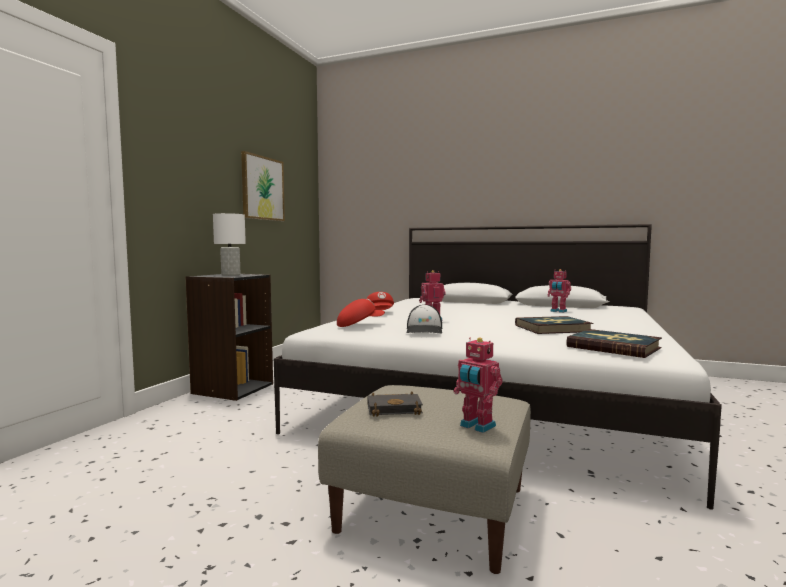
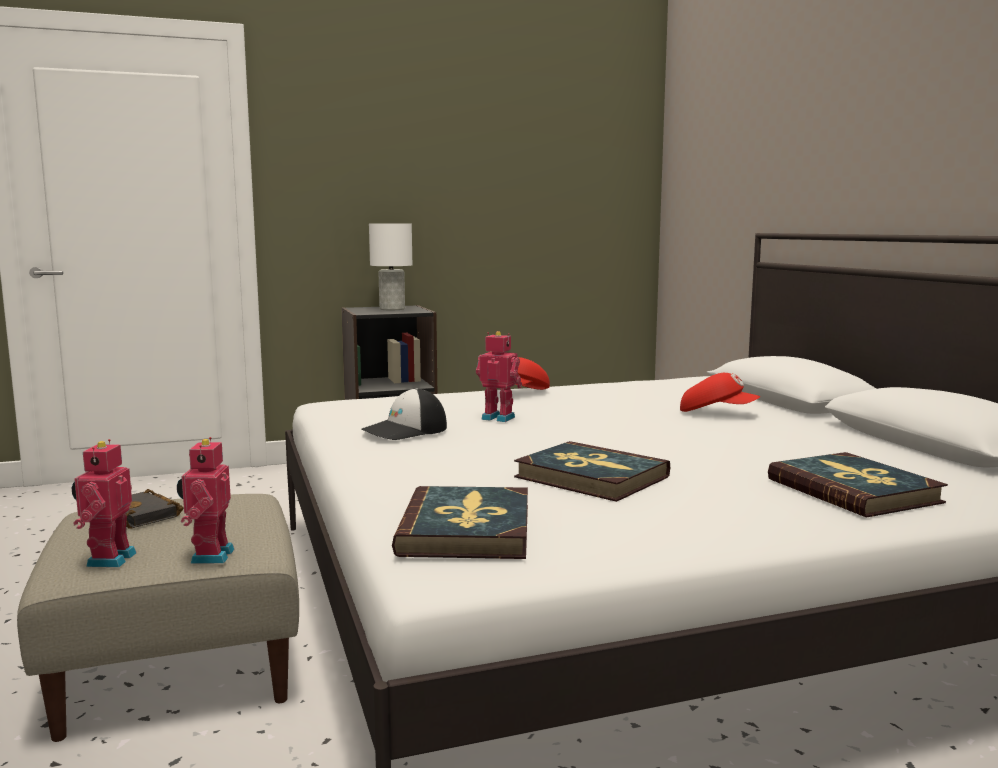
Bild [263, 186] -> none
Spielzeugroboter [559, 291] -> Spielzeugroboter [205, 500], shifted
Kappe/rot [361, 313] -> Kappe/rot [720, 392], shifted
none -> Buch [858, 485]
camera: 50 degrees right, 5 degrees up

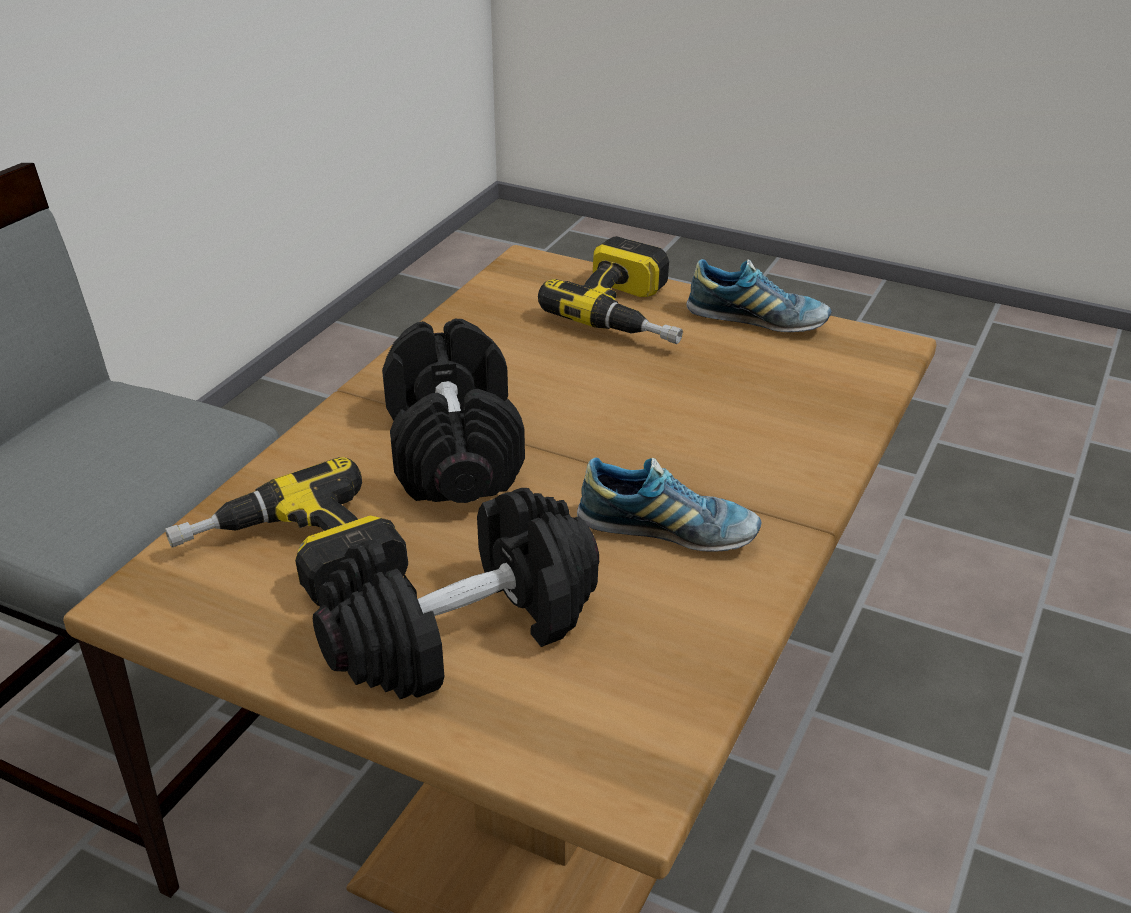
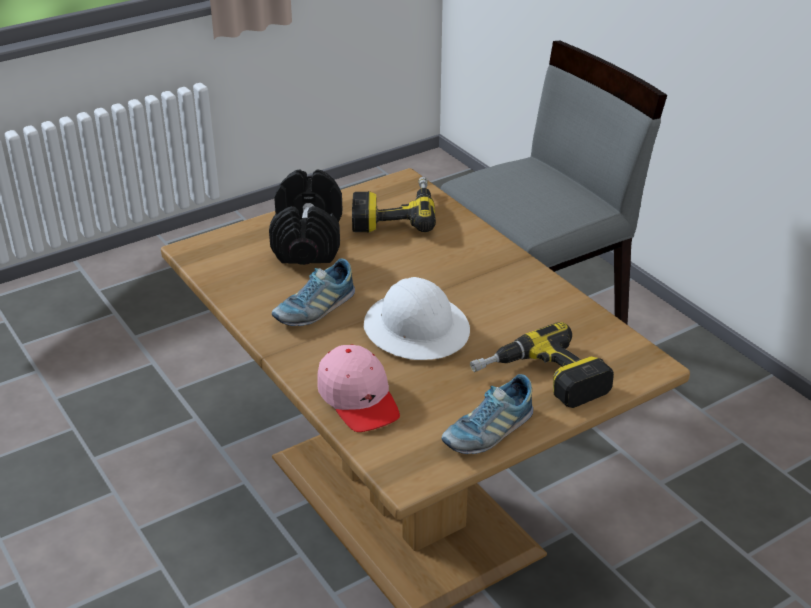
Hantel/schwarz [453, 411] -> none
none -> Schutzhelm/weiß [417, 318]
none -> Kappe/rosa [359, 388]
camera: 120 degrees right, 0 degrees up

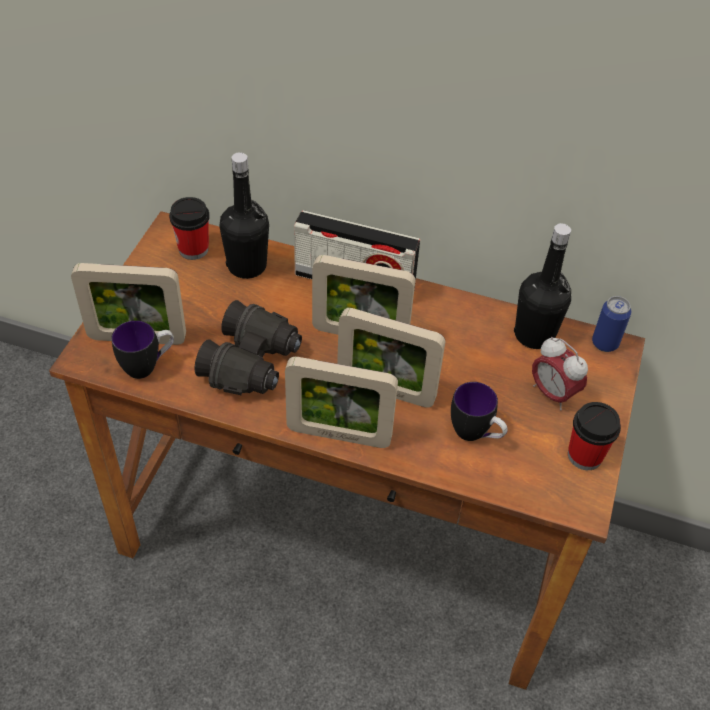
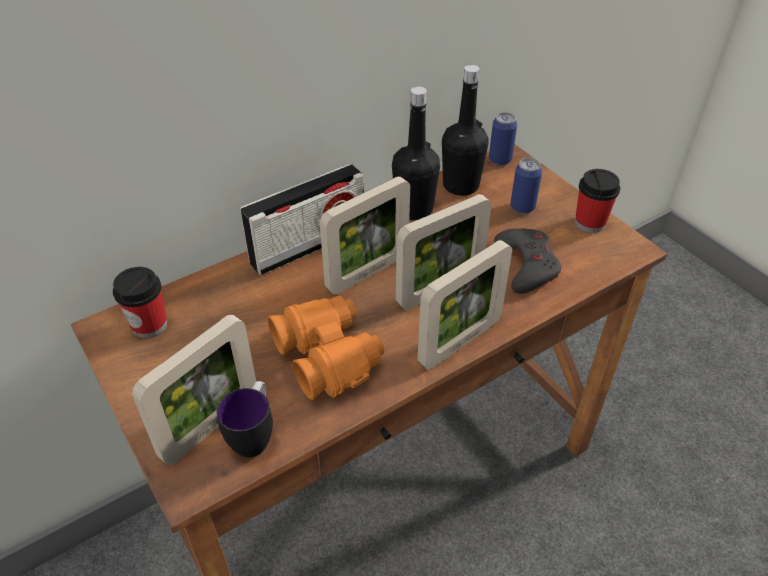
Flasche/schwarz [244, 215] -> Flasche/schwarz [416, 153], shifted
Fernglas/schwarz [248, 347] -> Fernglas/orange [326, 348]
Wecker [560, 373] -> Dose [526, 186]
Henkelbecher [479, 411] -> Gamepad/grau [527, 261]
camera: 50 degrees left, 5 degrees down

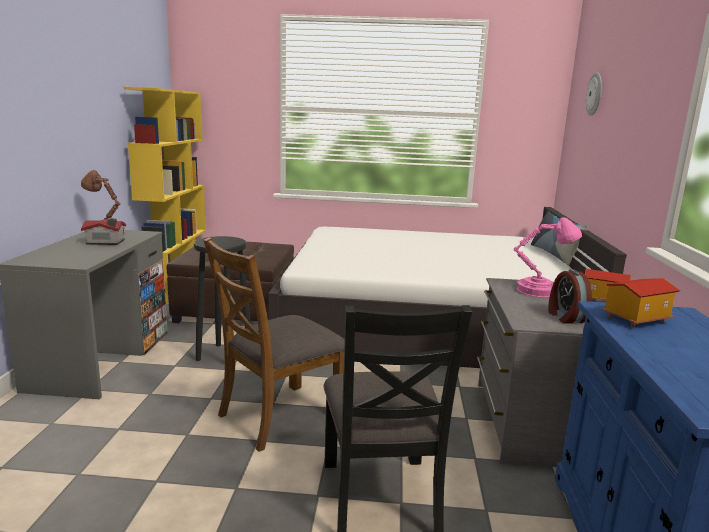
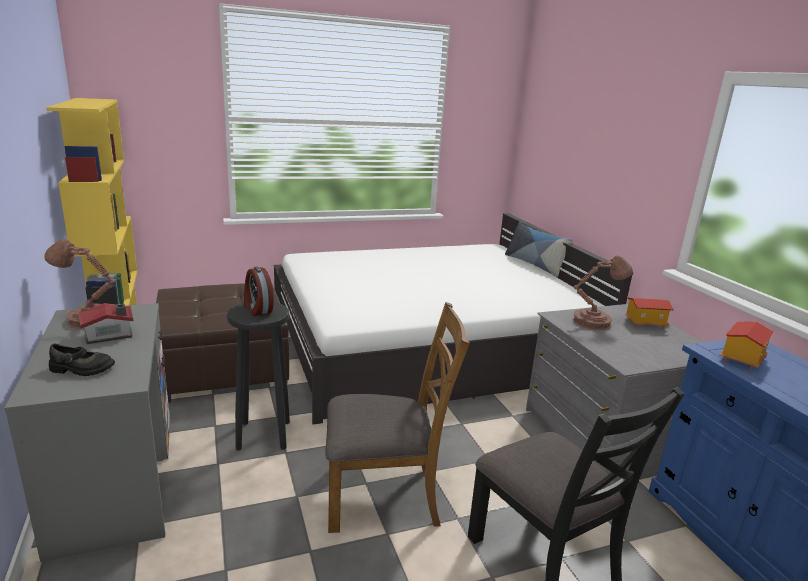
Wanduhr [594, 94] -> none
Tischlampe/rosa [548, 257] -> Tischlampe/braun [603, 292]
Stuhl/braun [274, 344] -> Stuhl/braun [397, 417], 120 degrees counterclockwise
Wecker [570, 296] -> Wecker [259, 291], shifted
none -> Schuh/schwarz [82, 360]
camera: 25 degrees left, 5 degrees up

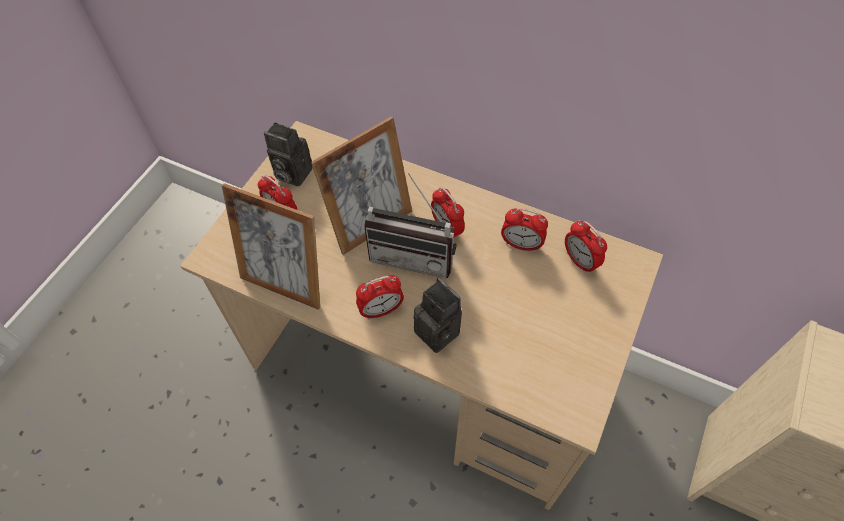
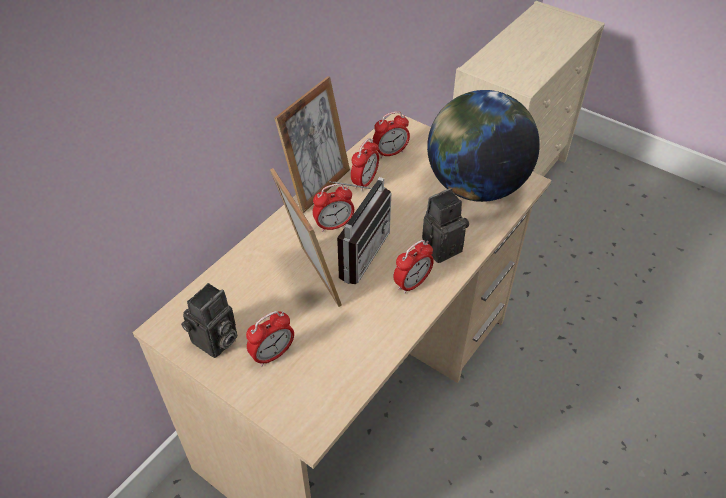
Bilderrahmen [271, 246] -> Bilderrahmen [312, 144], shifted
Wecker [380, 297] -> Wecker [414, 267], 60 degrees clockwise
none -> Globus [483, 146]
camera: 80 degrees left, 10 degrees down

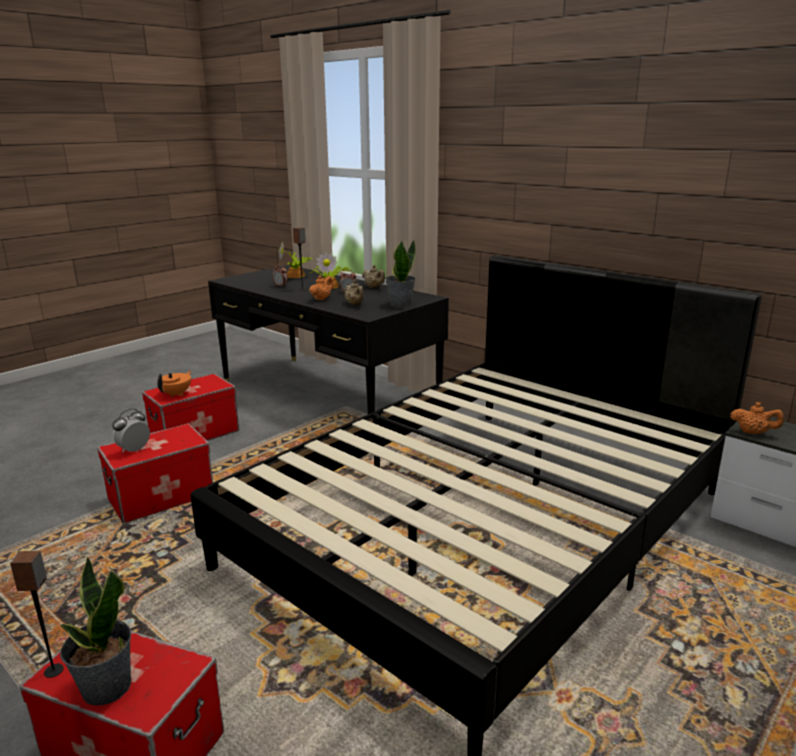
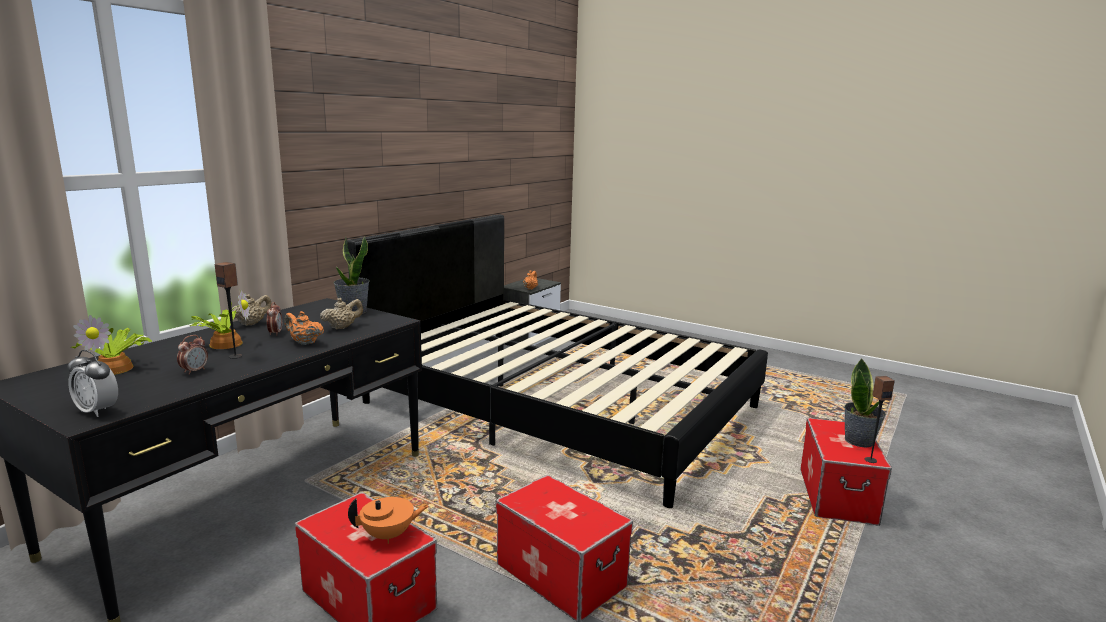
Teekanne/orange [174, 384] -> Teekanne/orange [388, 520], 150 degrees clockwise
Wecker [131, 430] -> Wecker [92, 383], shifted
camera: 100 degrees left, 5 degrees down

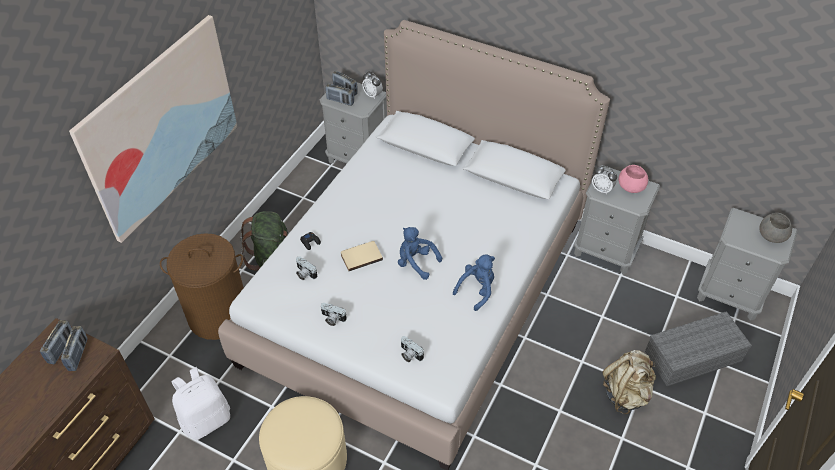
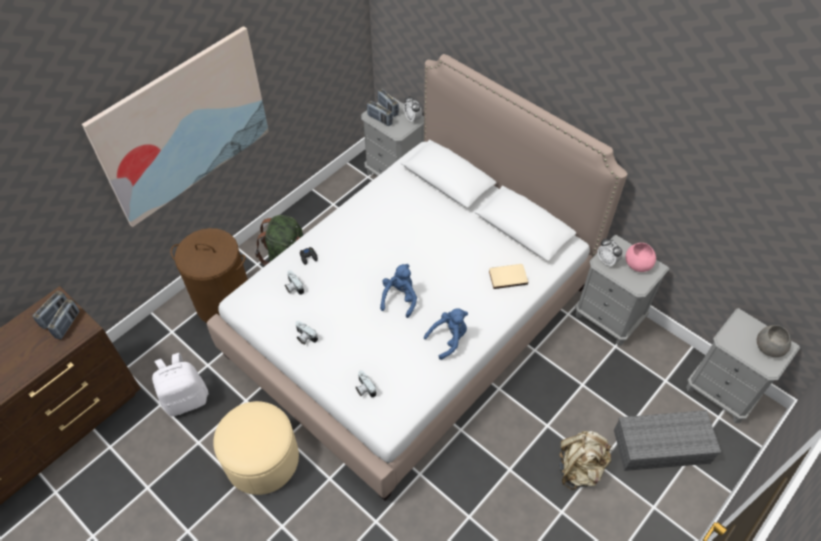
Plüschtier/blau [420, 253] -> Plüschtier/blau [398, 291], 60 degrees clockwise
Buch/beige [362, 256] -> Buch/beige [508, 276], shifted
camera: 15 degrees right, 5 degrees up

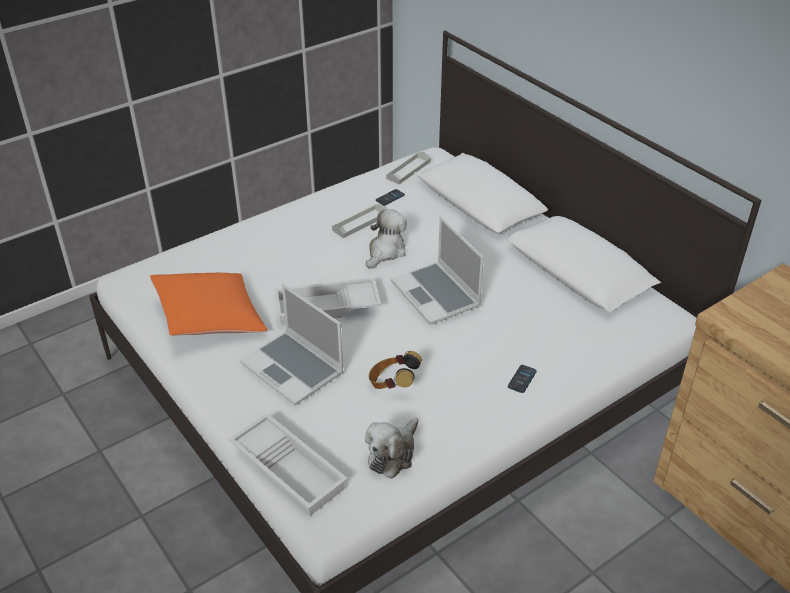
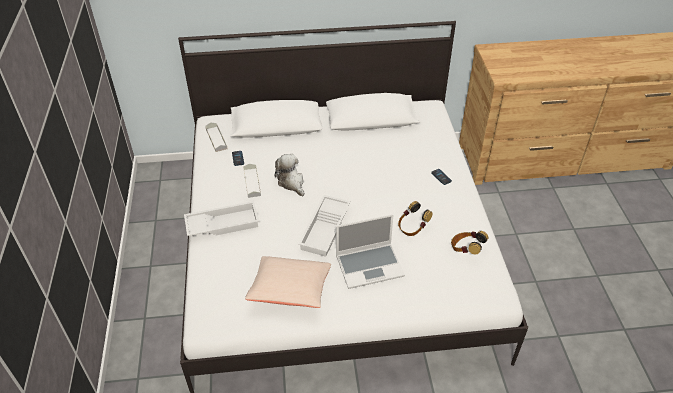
Laptop [437, 270] -> none
Kissen/orange [208, 304] -> Kissen/beige [288, 282]
Tablett/weiß [288, 464] -> Tablett/weiß [221, 218], shifted
Plüschtier [392, 448] -> Kopfhörer [470, 242]
camera: 60 degrees left, 5 degrees up

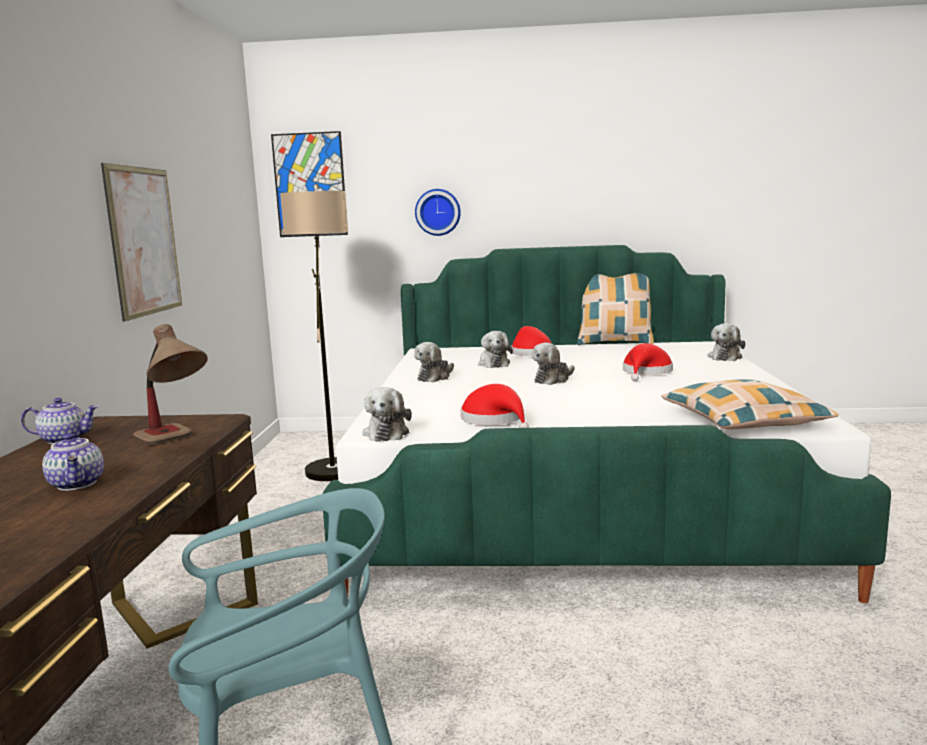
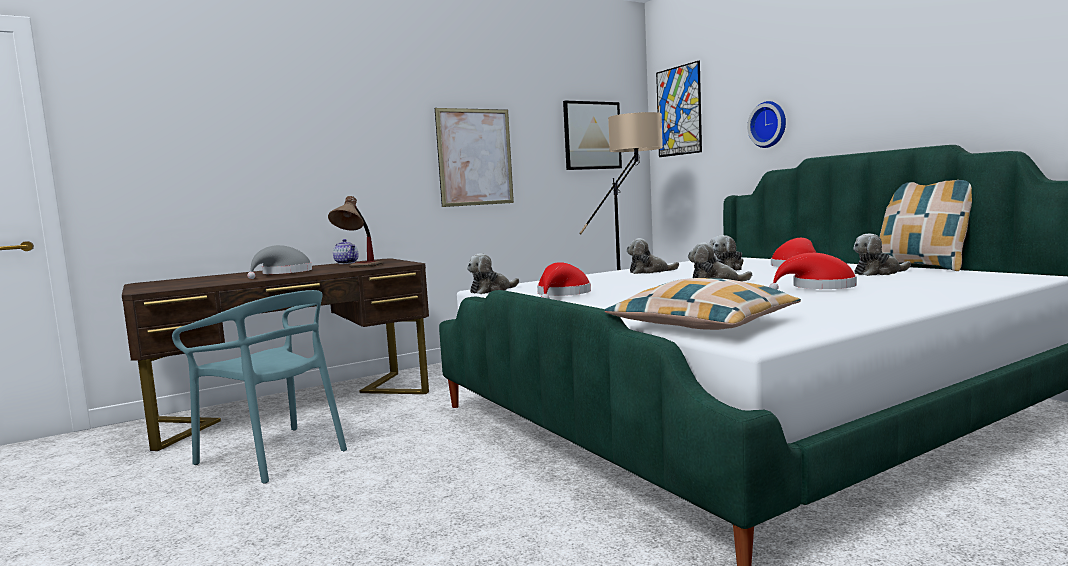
Plüschtier [727, 342] -> Plüschtier [882, 255], shifted
Teekanne [73, 462] -> Hut/grau [279, 262]
none -> Bild [592, 135]
camera: 55 degrees right, 5 degrees down

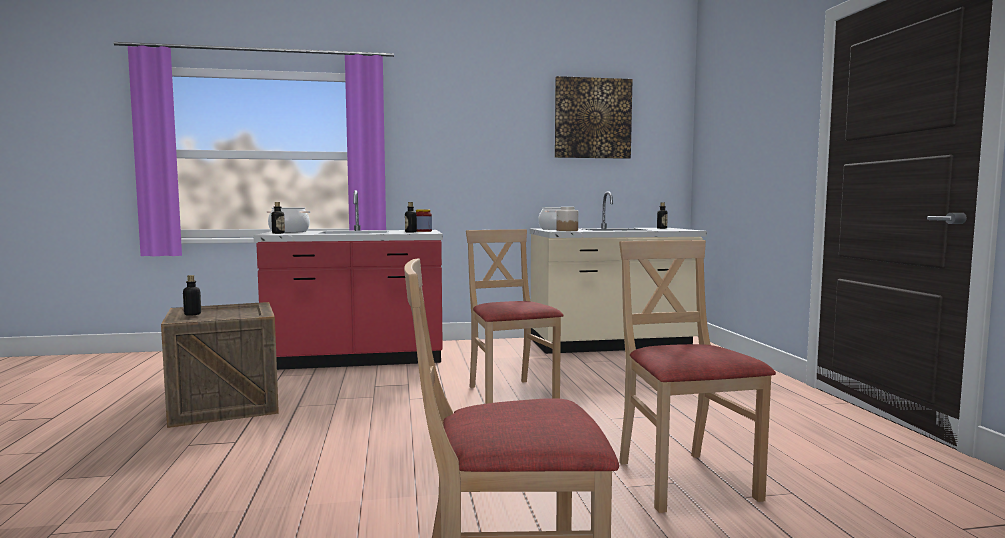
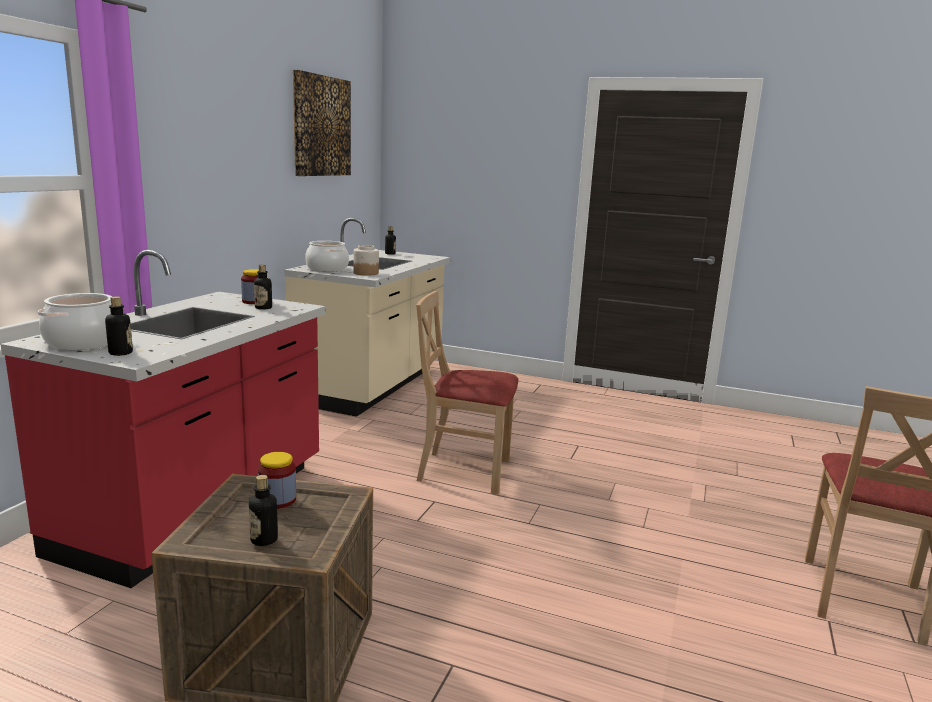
Stuhl/beige [697, 376] -> none
none -> Vorratsglas [277, 480]
camera: 60 degrees left, 10 degrees up

